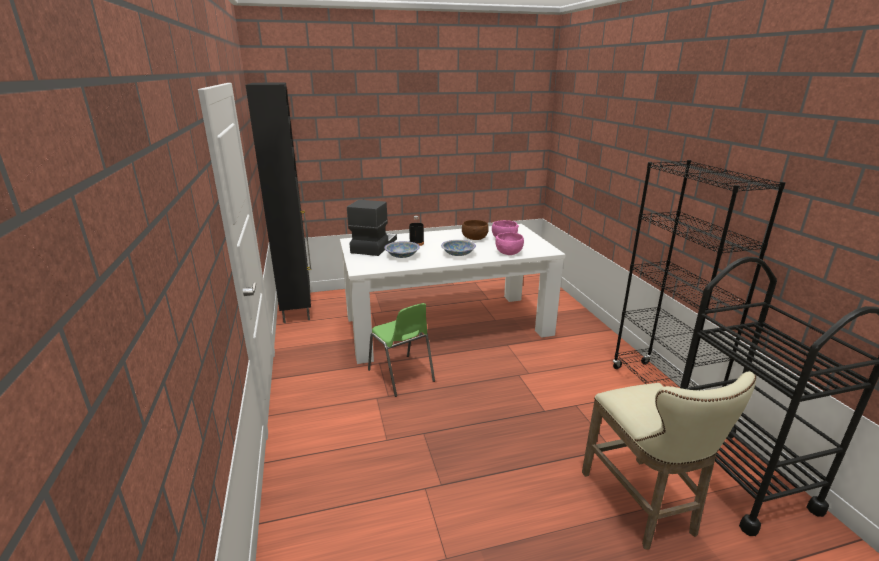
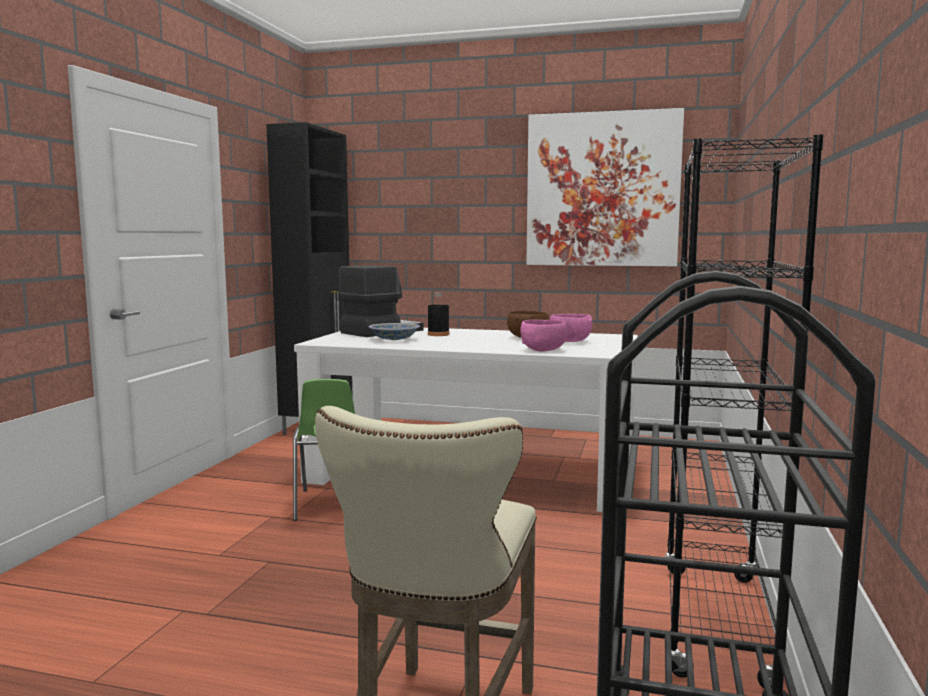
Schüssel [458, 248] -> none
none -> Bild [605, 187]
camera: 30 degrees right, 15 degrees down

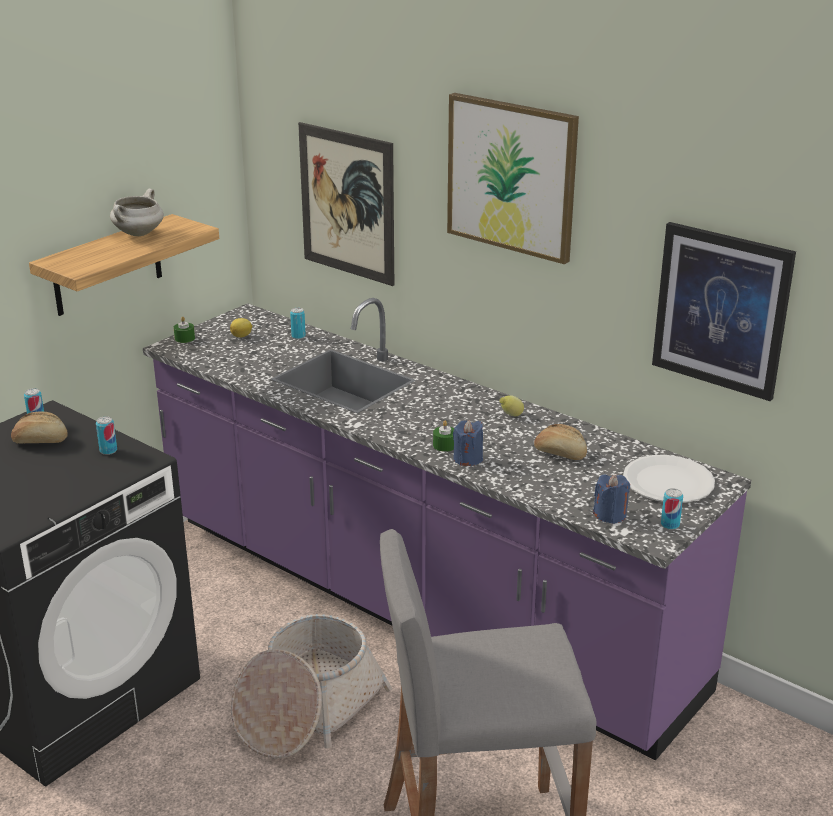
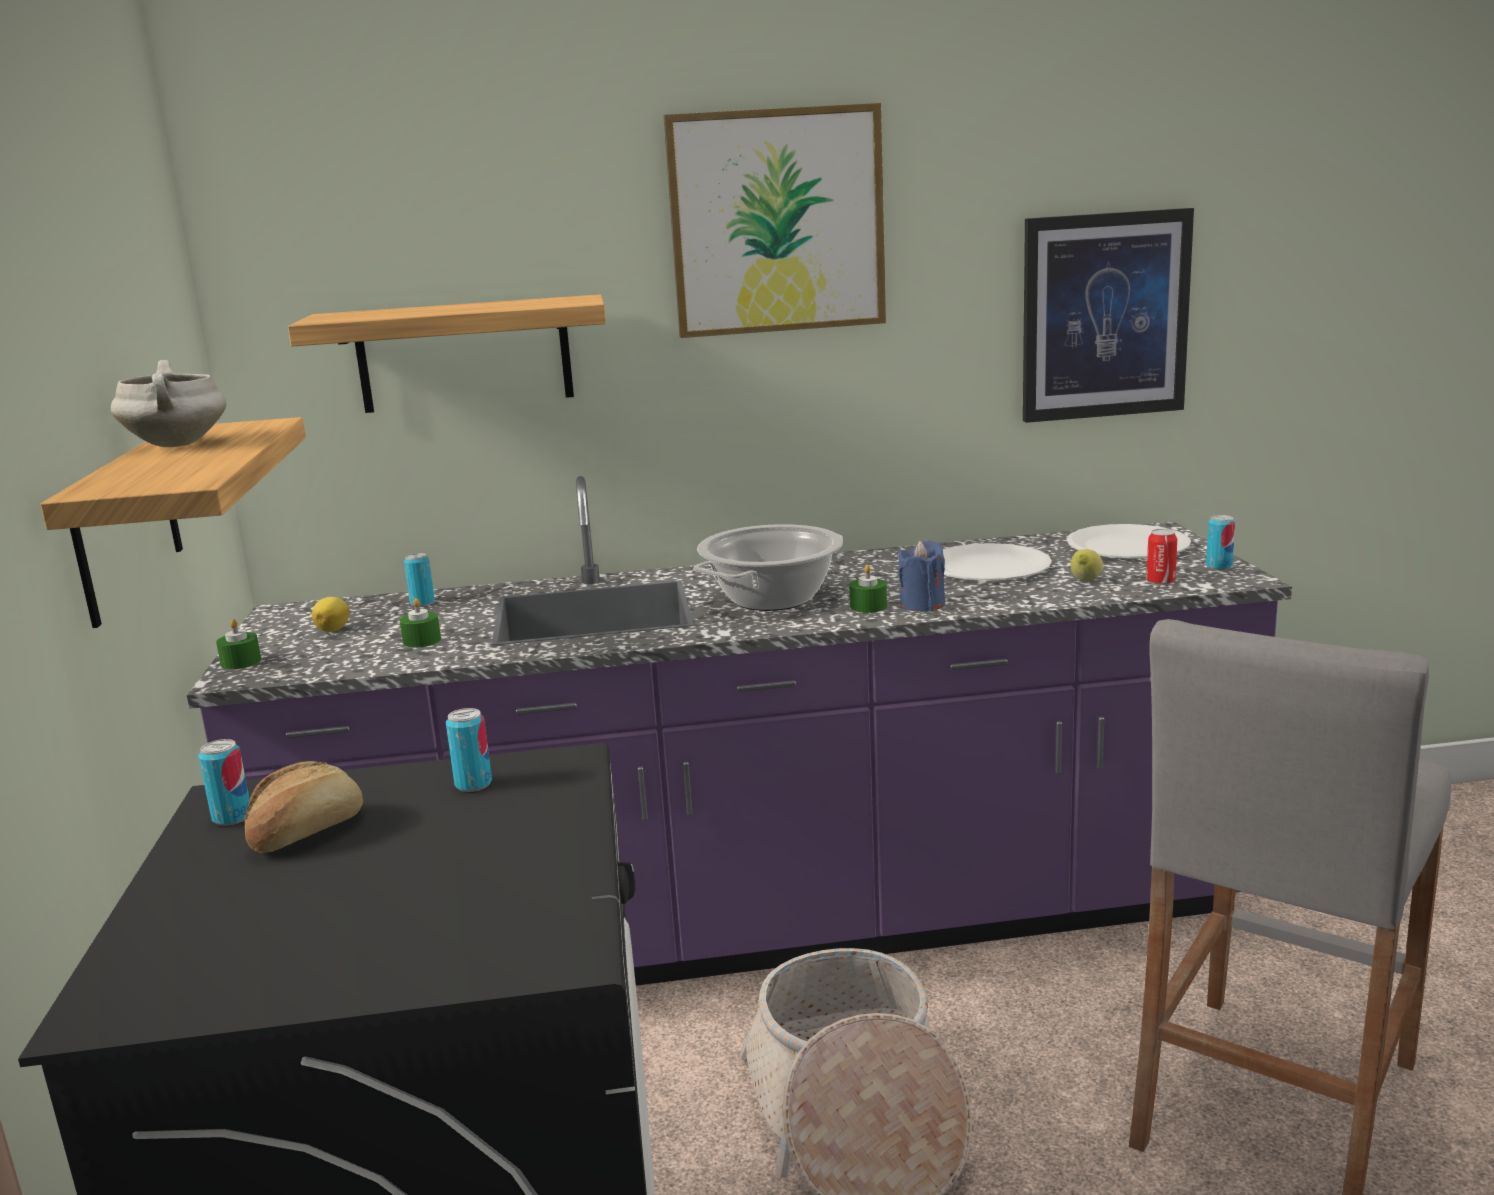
Bild [346, 204] -> Wandregal [447, 353]
Zitrone [511, 405] -> Zitrone [1087, 565], shifted
Brot [560, 442] -> Teller/weiß [997, 562]
Kerze/blau [611, 499] -> Dose [1161, 557]
none -> Kochtopf [768, 567]
none -> Kerze/grün [420, 623]
camera: 45 degrees left, 10 degrees down

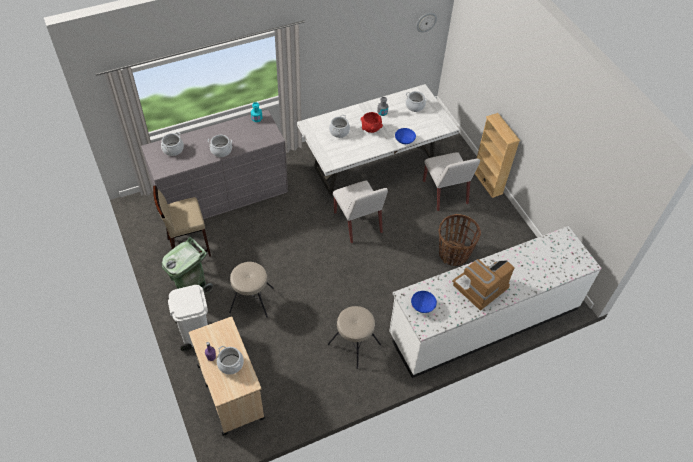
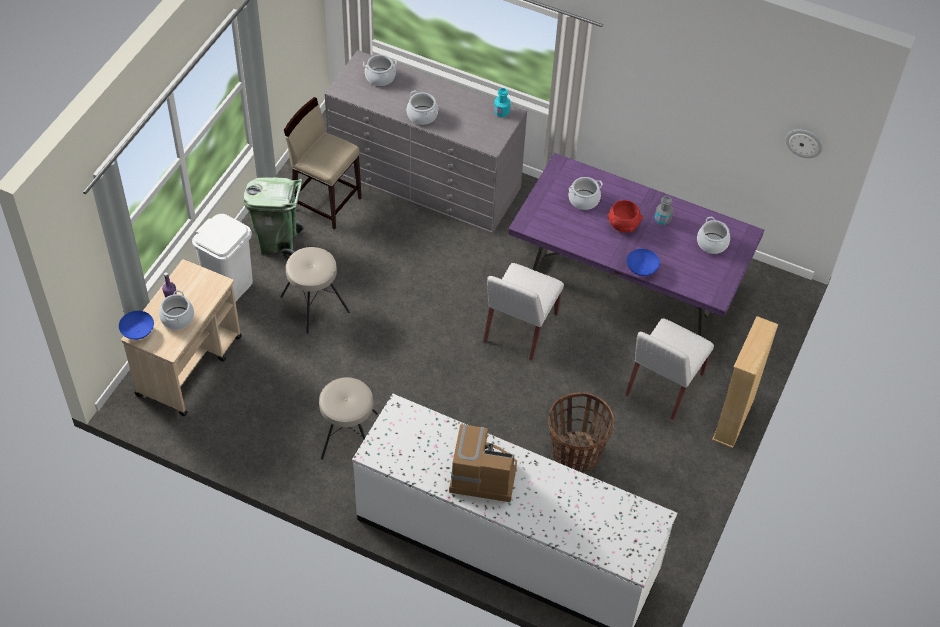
Esstisch/weiß [378, 140] -> Esstisch/lila [636, 245]
Schüssel/blau [424, 302] -> Schüssel/blau [136, 325], shifted
camera: 50 degrees right, 0 degrees up

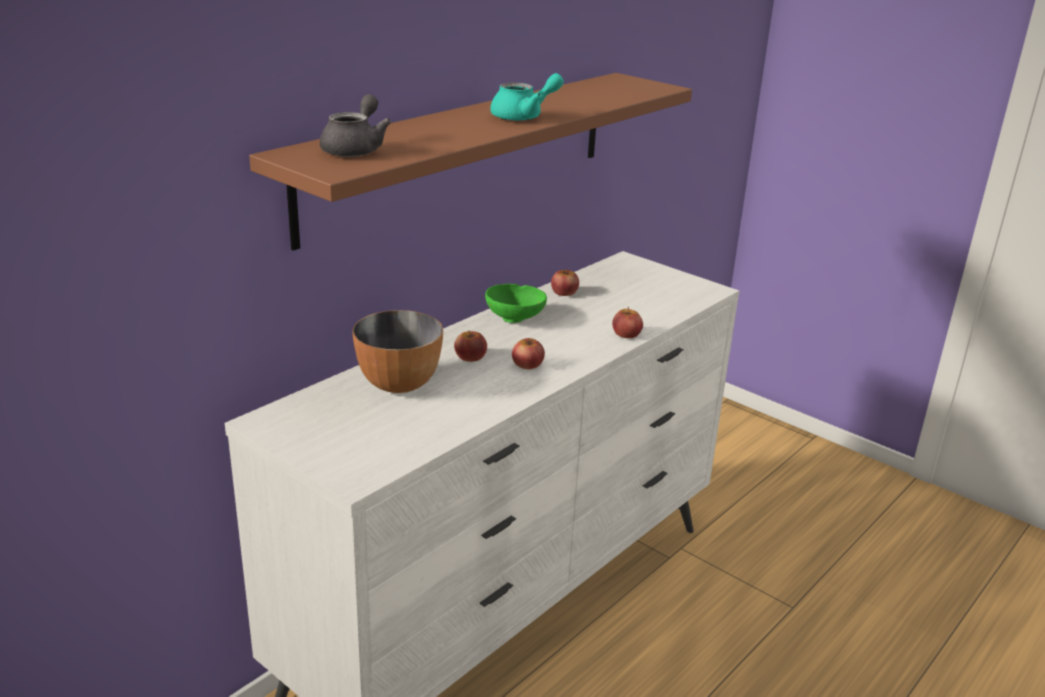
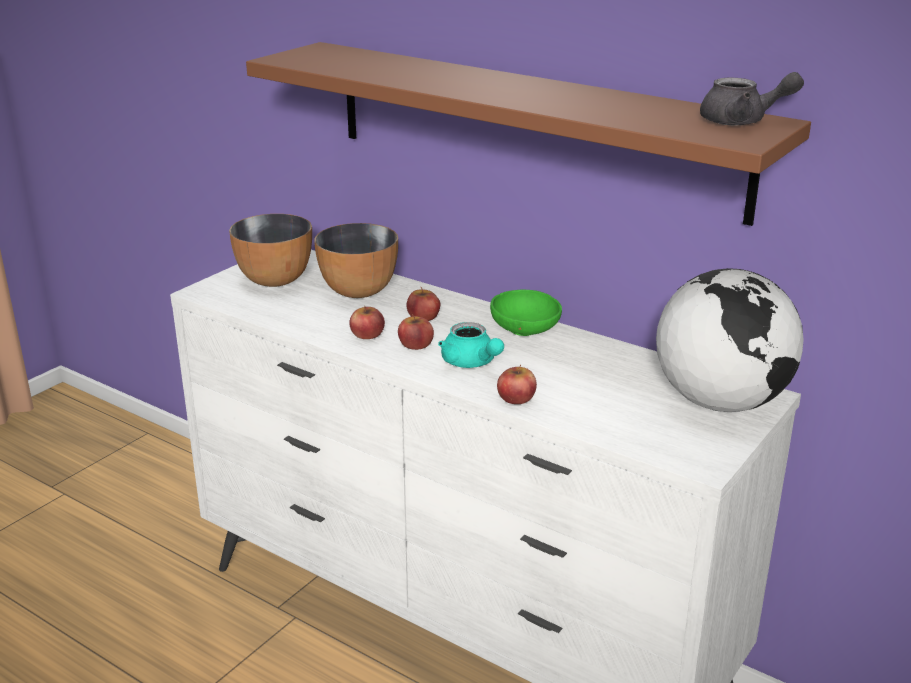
Teekanne/türkis [527, 97] -> Teekanne/türkis [471, 345], shifted
Teekanne/grau [355, 125] -> Teekanne/grau [752, 99], shifted
Apfel [565, 282] -> Apfel [367, 322], shifted
none -> Schüssel [270, 250]
none -> Globus [730, 340]
camera: 85 degrees right, 0 degrees up

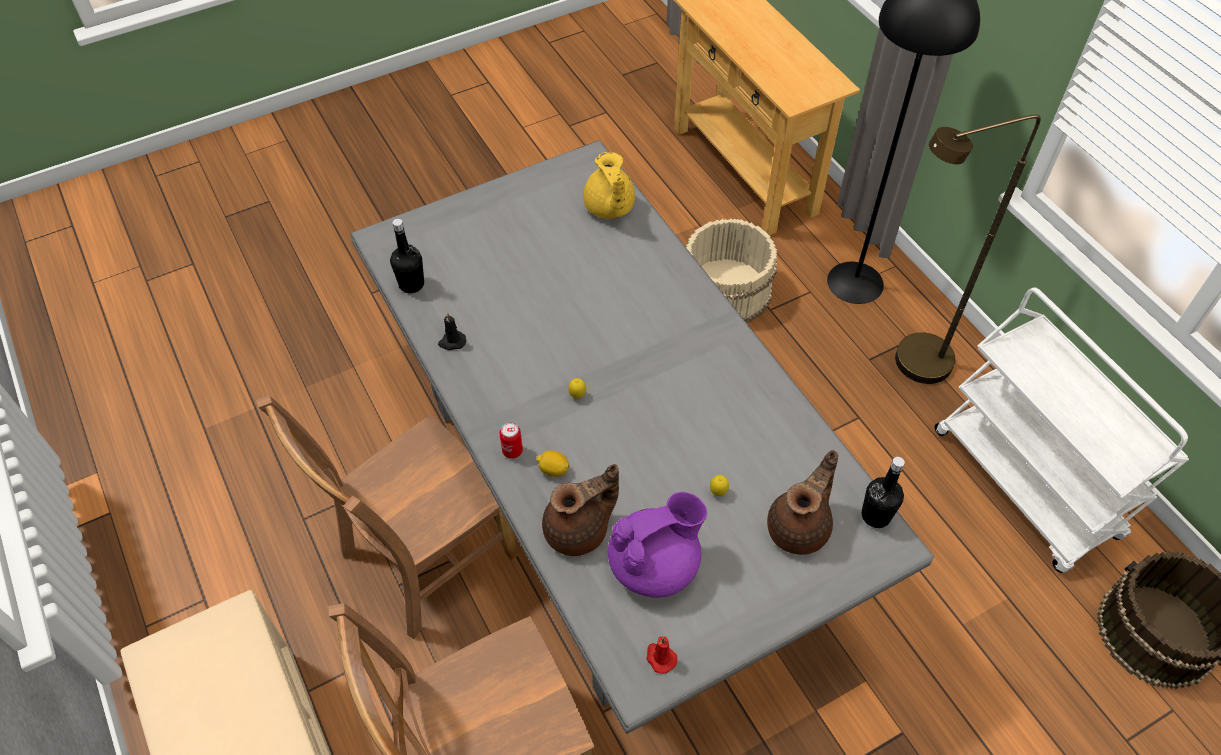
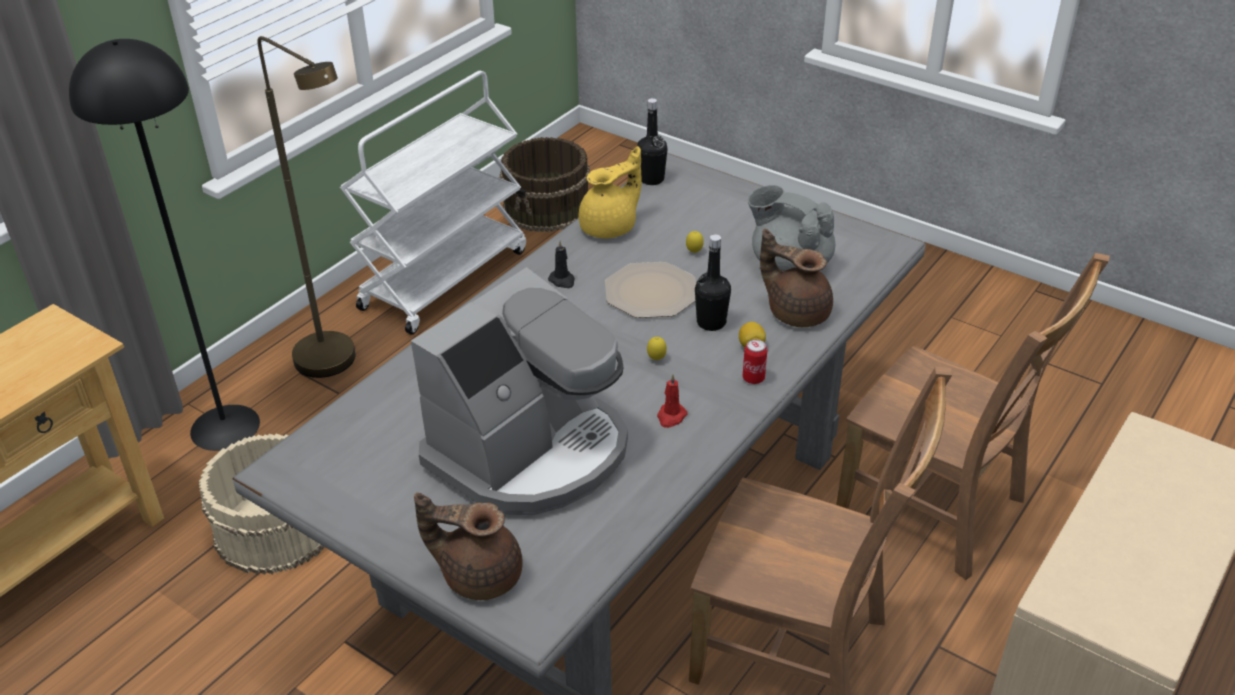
Teekanne/gelb [609, 185] -> Teekanne/gelb [610, 192], shifted
Flasche/schwarz [407, 256] -> Flasche/schwarz [713, 282], shifted
Kerze/schwarz [452, 331] -> Kerze/schwarz [561, 264], shifted
Teekanne/braun [802, 502] -> Teekanne/braun [468, 546], shifted
Teekanne/lila [657, 544] -> Teekanne/grau [791, 228]
Kerze/rot [661, 655] -> Kerze/rot [672, 401], shifted
none -> Teller [650, 290]
none -> Kaffeemaschine [519, 391]
camera: 115 degrees left, 15 degrees down

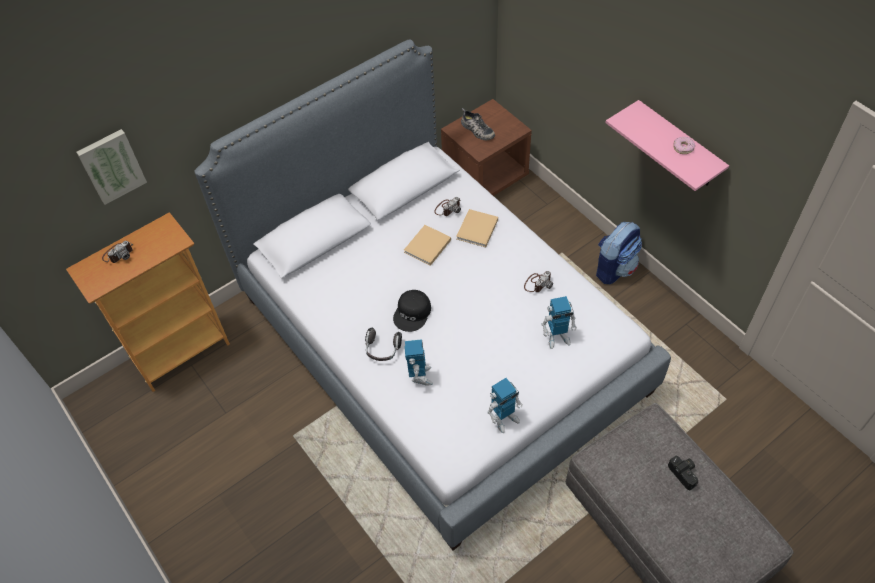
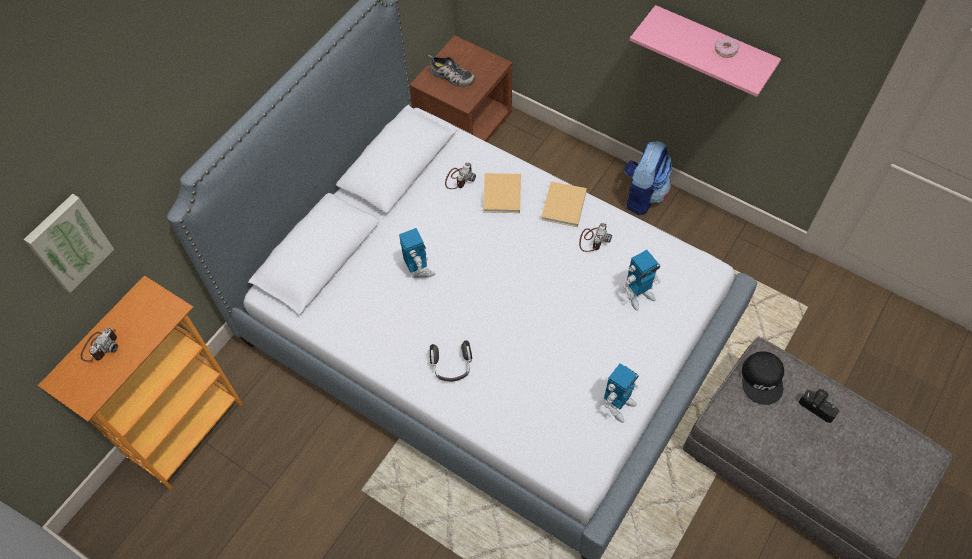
Buch/beige [427, 245] -> Buch/beige [564, 204], shifted
Kappe/schwarz [412, 311] -> Kappe/schwarz [763, 378], shifted
Spielzeugroboter [418, 362] -> Spielzeugroboter [417, 253], shifted
camera: 20 degrees left, 5 degrees up

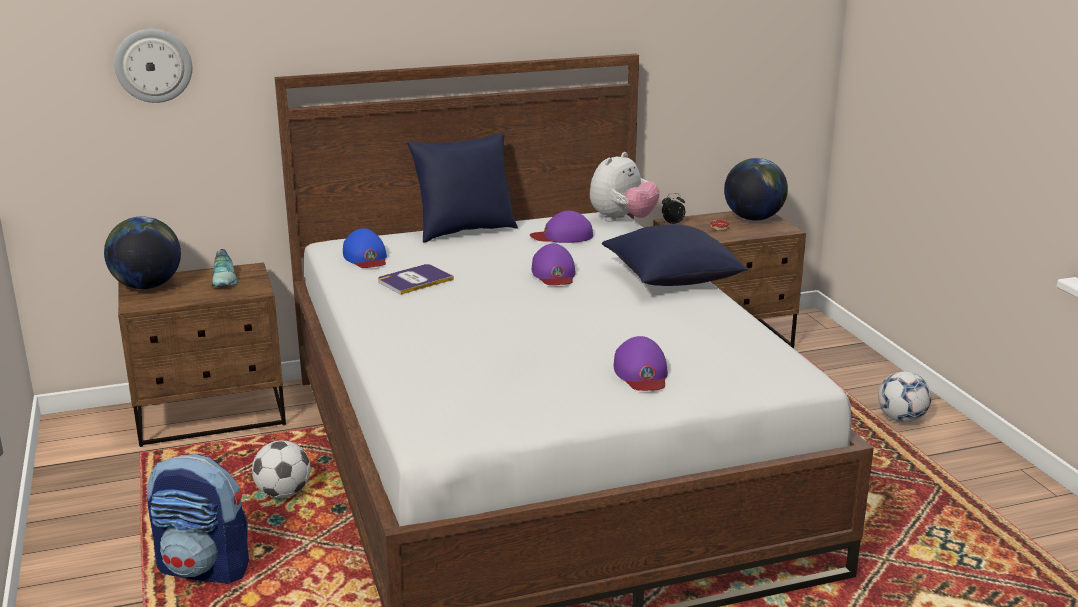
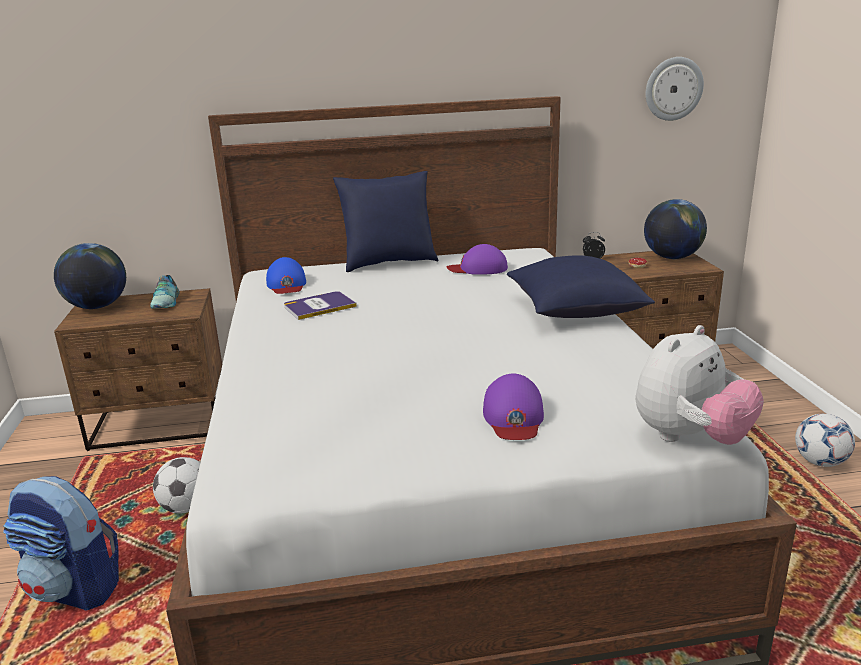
Wanduhr [153, 66] -> Wanduhr [675, 89], shifted
Plüschtier [625, 187] -> Plüschtier [700, 385], shifted
Kappe/lila [554, 264] -> none
camera: 10 degrees right, 0 degrees up

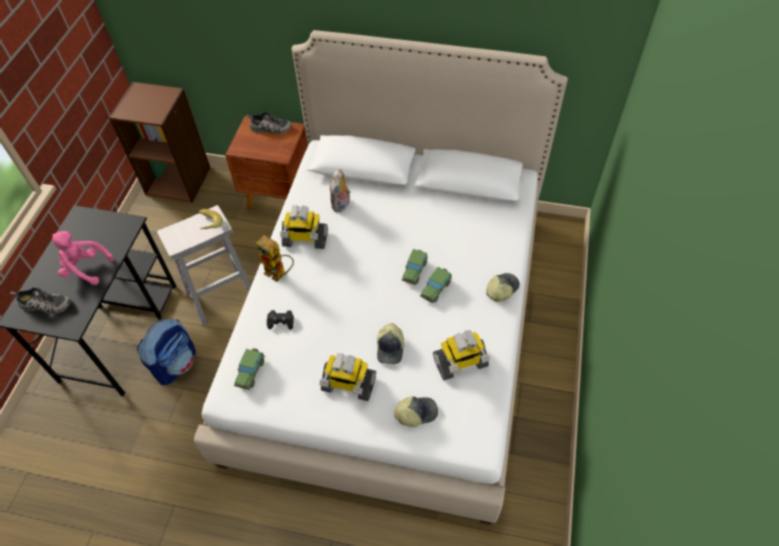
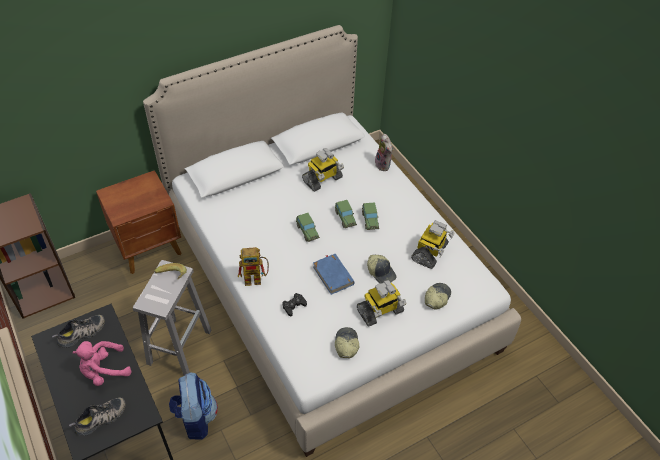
Schuh [269, 123] -> Schuh [78, 331], shifted
Plüschtier [340, 190] -> Plüschtier [384, 152], shifted
Spielzeugroboter [304, 227] -> Spielzeugroboter [323, 170], shifted
Kappe [503, 287] -> Kappe [347, 342], shifted
Spielzeugauto [249, 369] -> Spielzeugauto [308, 227], shifted
none -> Buch/blau [333, 274]
camera: 45 degrees left, 5 degrees down

